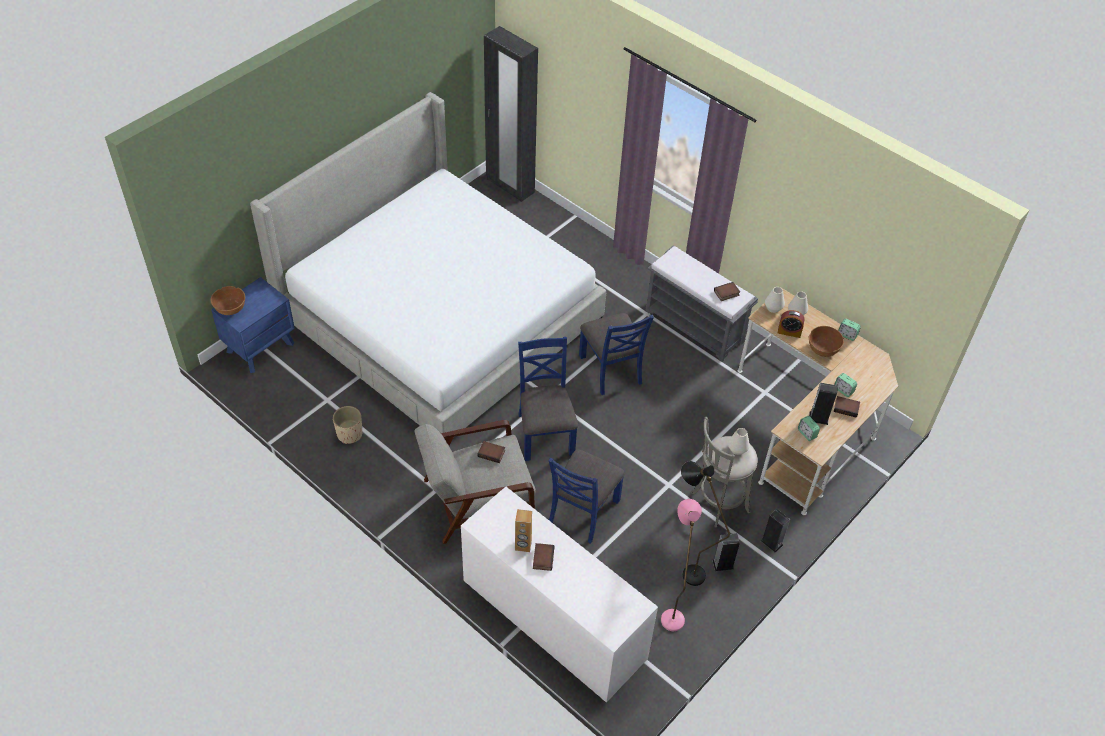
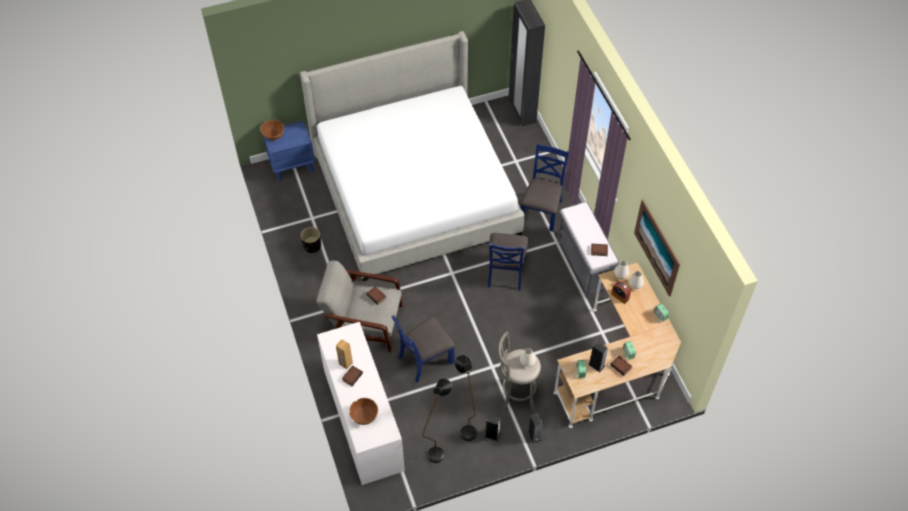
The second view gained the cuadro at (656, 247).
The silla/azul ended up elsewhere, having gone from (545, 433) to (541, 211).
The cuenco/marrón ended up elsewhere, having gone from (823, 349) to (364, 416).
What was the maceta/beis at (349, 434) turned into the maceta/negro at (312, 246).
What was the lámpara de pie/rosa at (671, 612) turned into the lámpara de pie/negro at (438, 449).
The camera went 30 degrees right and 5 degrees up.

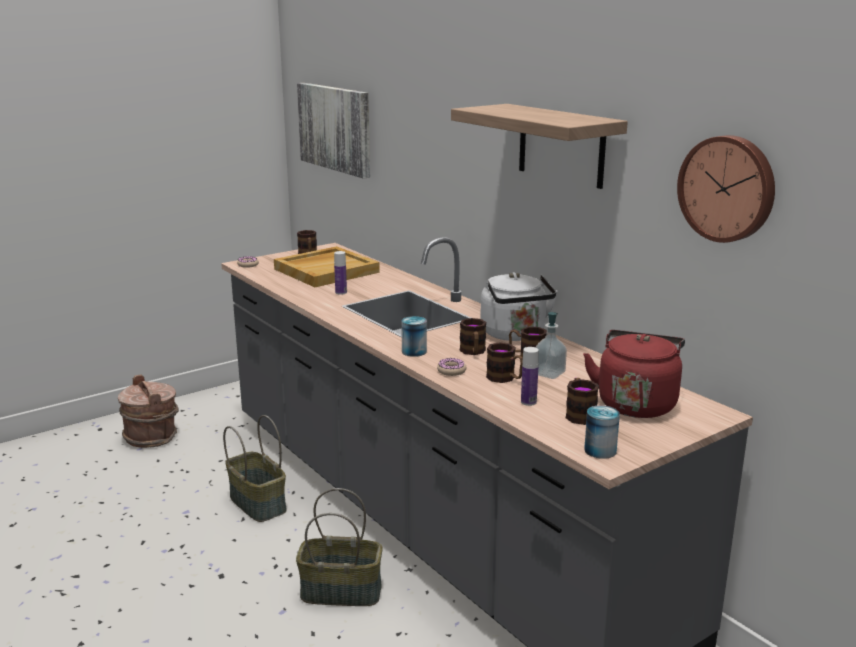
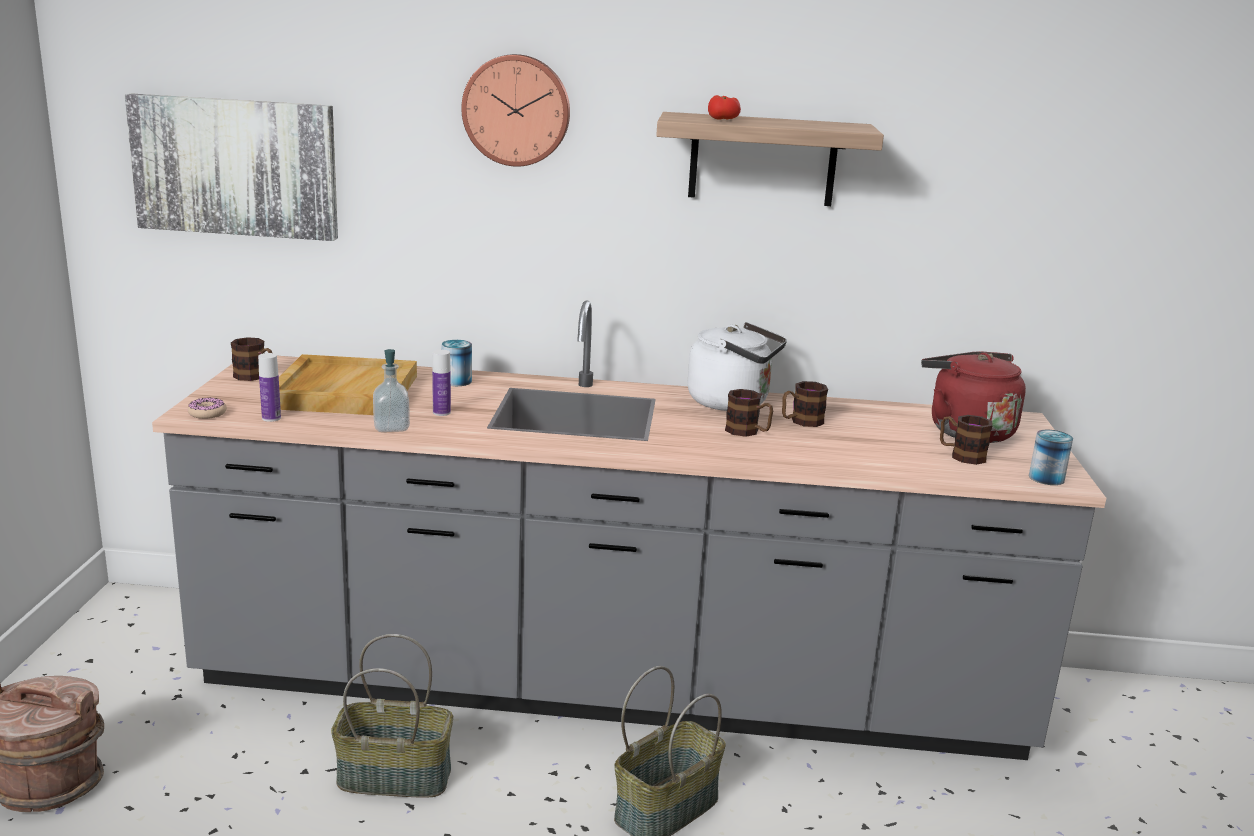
The second view lost the rosquilla at (451, 371).
The second view lost the taza grande at (505, 379).
The second view gained the tomate at (723, 119).
The lata ended up elsewhere, having gone from (414, 351) to (457, 381).
The botella ended up elsewhere, having gone from (528, 402) to (271, 418).
The dispensador de jabón ended up elsewhere, having gone from (549, 373) to (391, 427).
The reloj de pared ended up elsewhere, having gone from (728, 188) to (517, 110).
The camera went 50 degrees left and 0 degrees up.

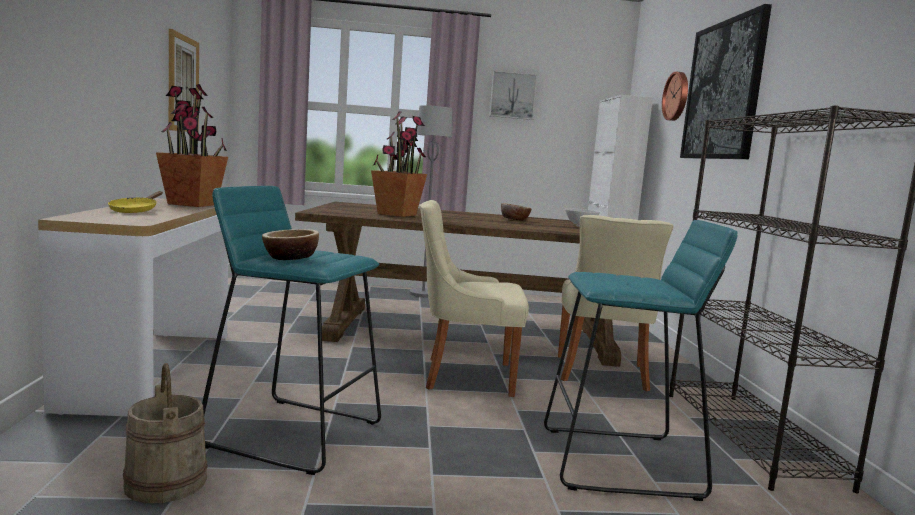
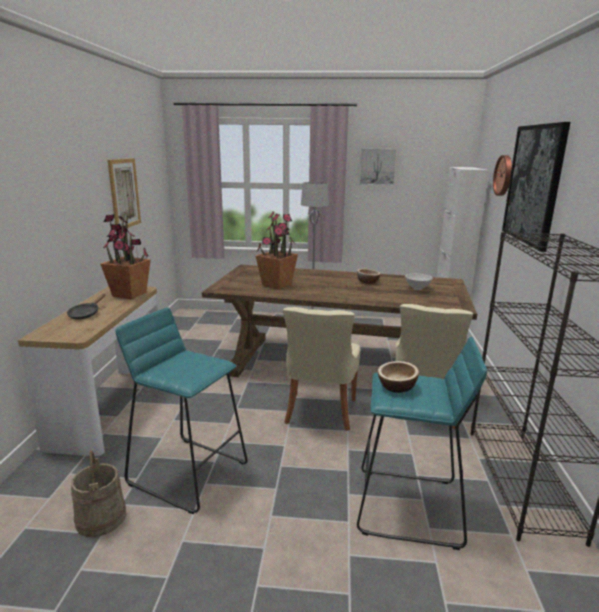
The cuenco ended up elsewhere, having gone from (290, 258) to (397, 386).
What was the sartén/amarillo at (135, 211) turned into the sartén/negro at (86, 314).
The silla/beis at (465, 376) ended up facing another way, 90 degrees counterclockwise from before.
The camera went 10 degrees right and 10 degrees up.

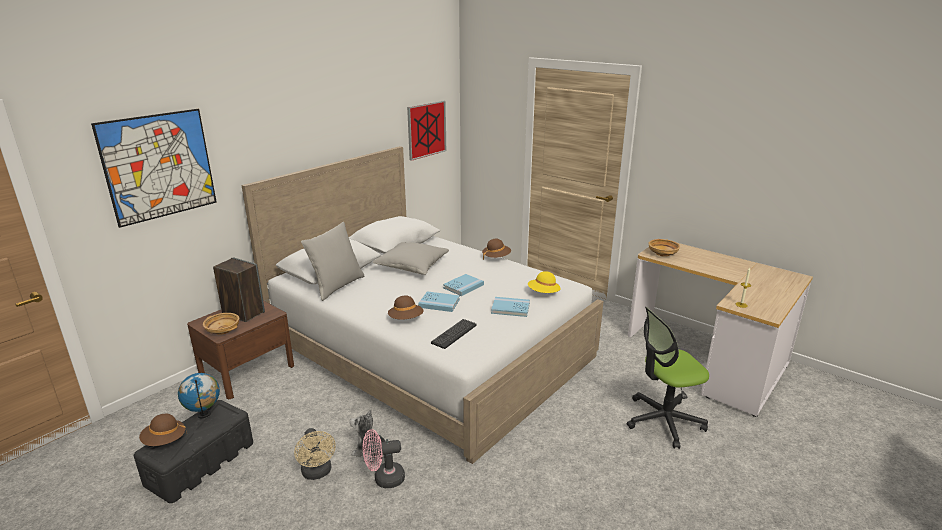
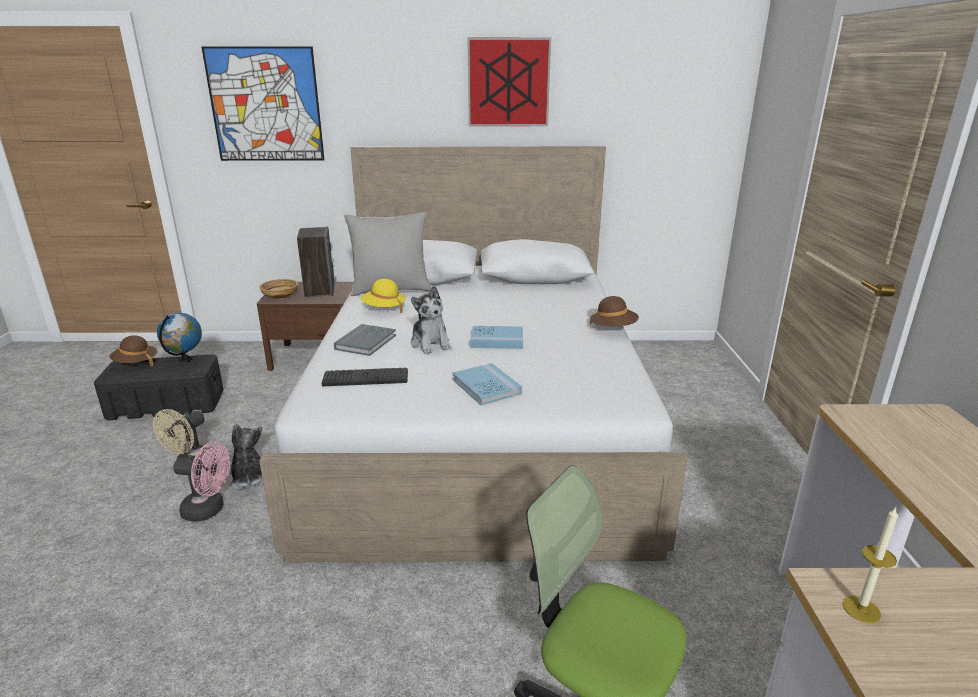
The second view lost the cojín/gris at (412, 266).
The second view lost the cuenco/beis at (663, 253).
The cuadro ended up elsewhere, having gone from (426, 129) to (508, 82).
The sombrero/amarillo ended up elsewhere, having gone from (543, 293) to (384, 309).
Where the sombrero/marrón stood at (406, 319), the libro/gris came to stand at (365, 342).
Where the libro/azul stood at (439, 303), the peluche came to stand at (430, 343).
The ventilador/rosa at (384, 479) ended up facing another way, 150 degrees clockwise from before.
The camera went 50 degrees right and 0 degrees up.

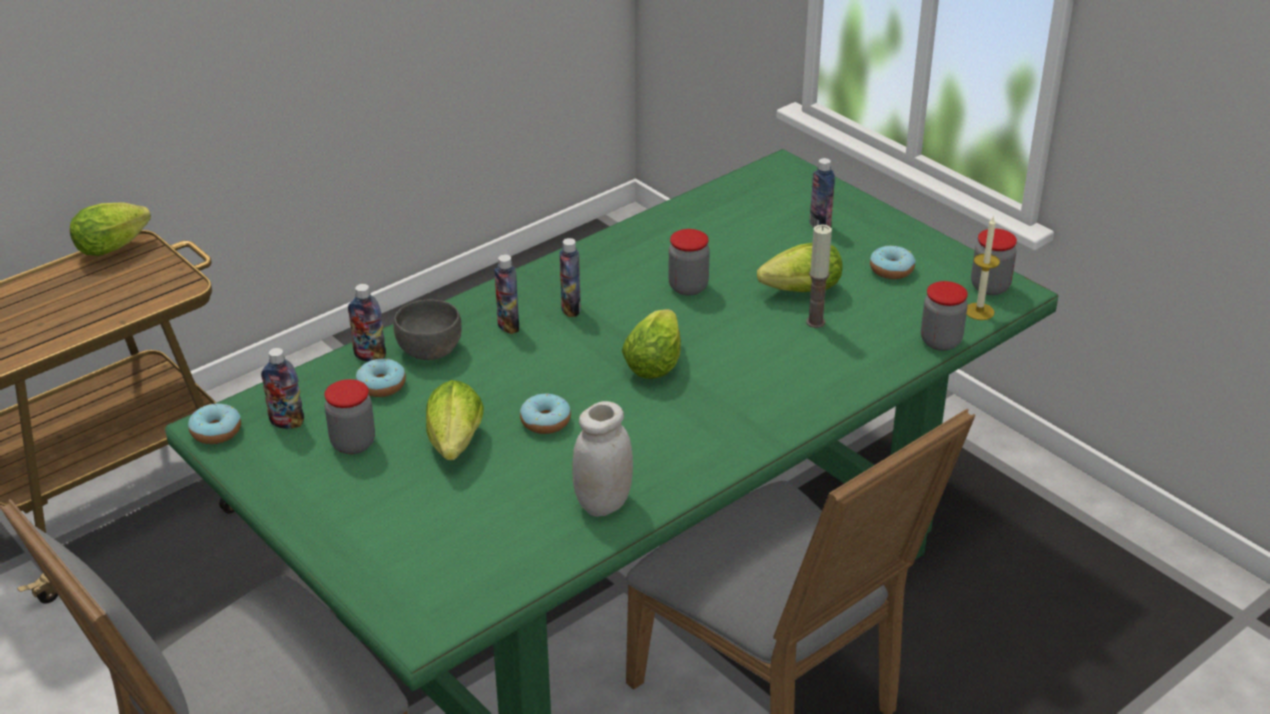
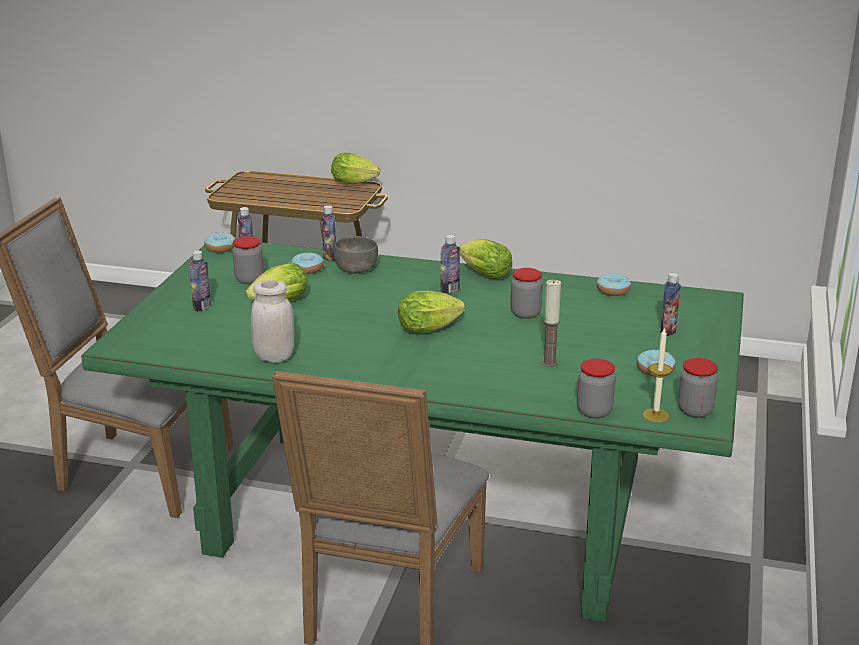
The botella ended up elsewhere, having gone from (508, 325) to (202, 307).
The rosquilla ended up elsewhere, having gone from (545, 421) to (613, 291).
The lechuga ended up elsewhere, having gone from (797, 292) to (482, 274).
The camera went 55 degrees right and 10 degrees down.

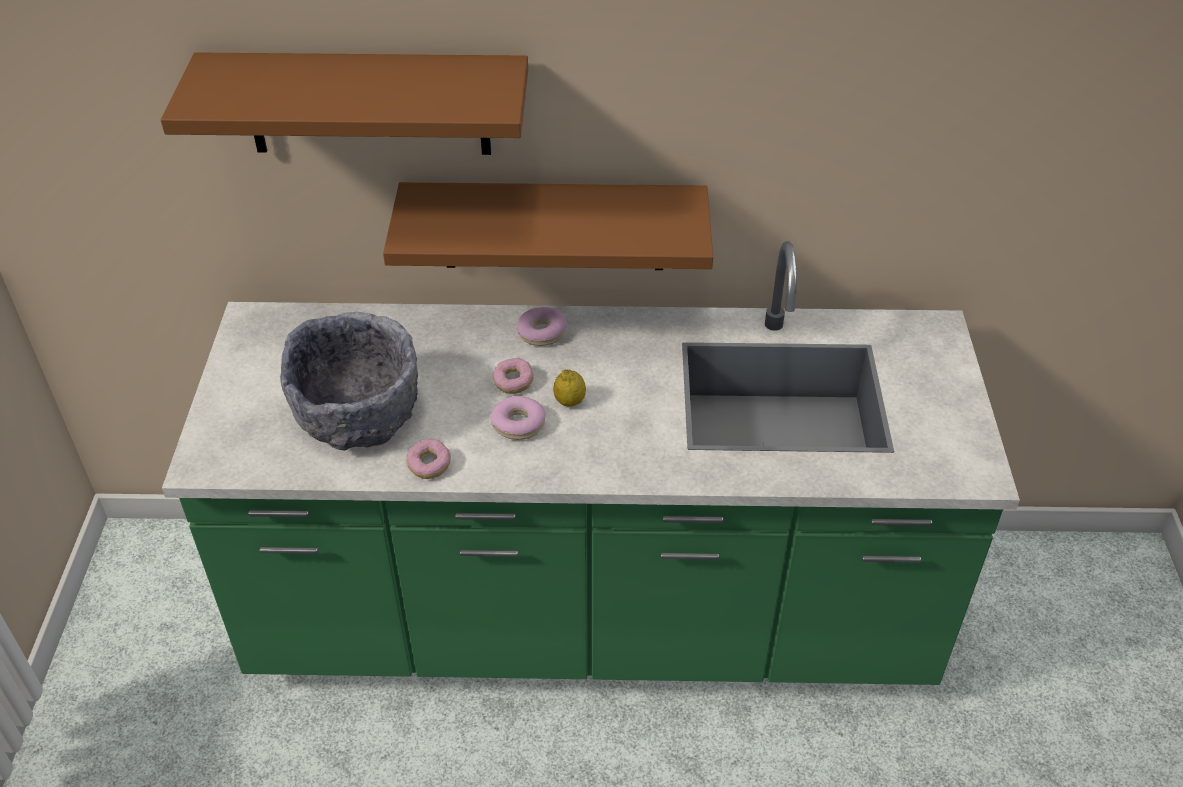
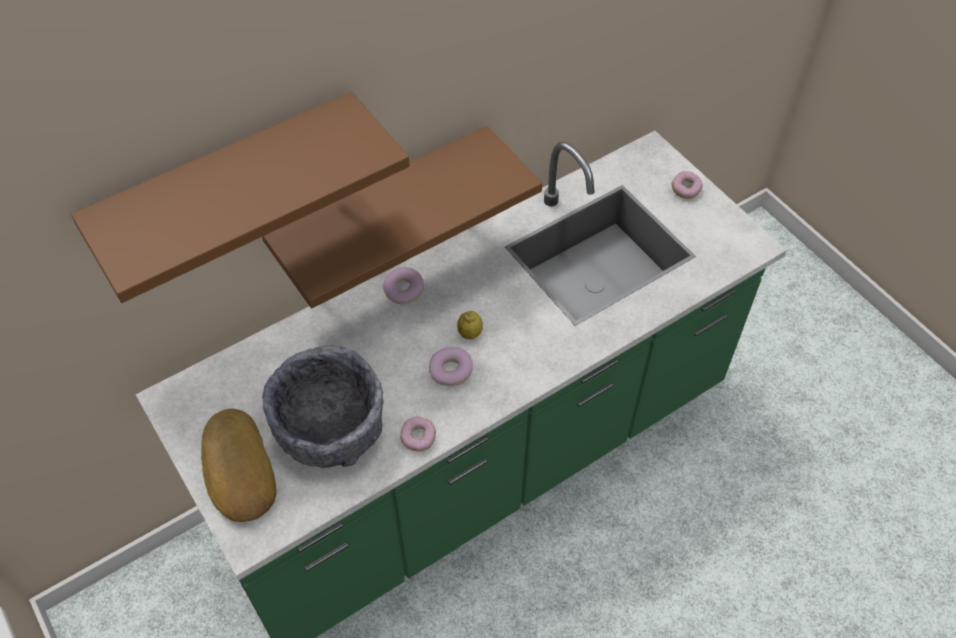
The second view gained the pan at (237, 471).
The rosquilla ended up elsewhere, having gone from (513, 382) to (685, 190).
The camera went 35 degrees left and 10 degrees up.

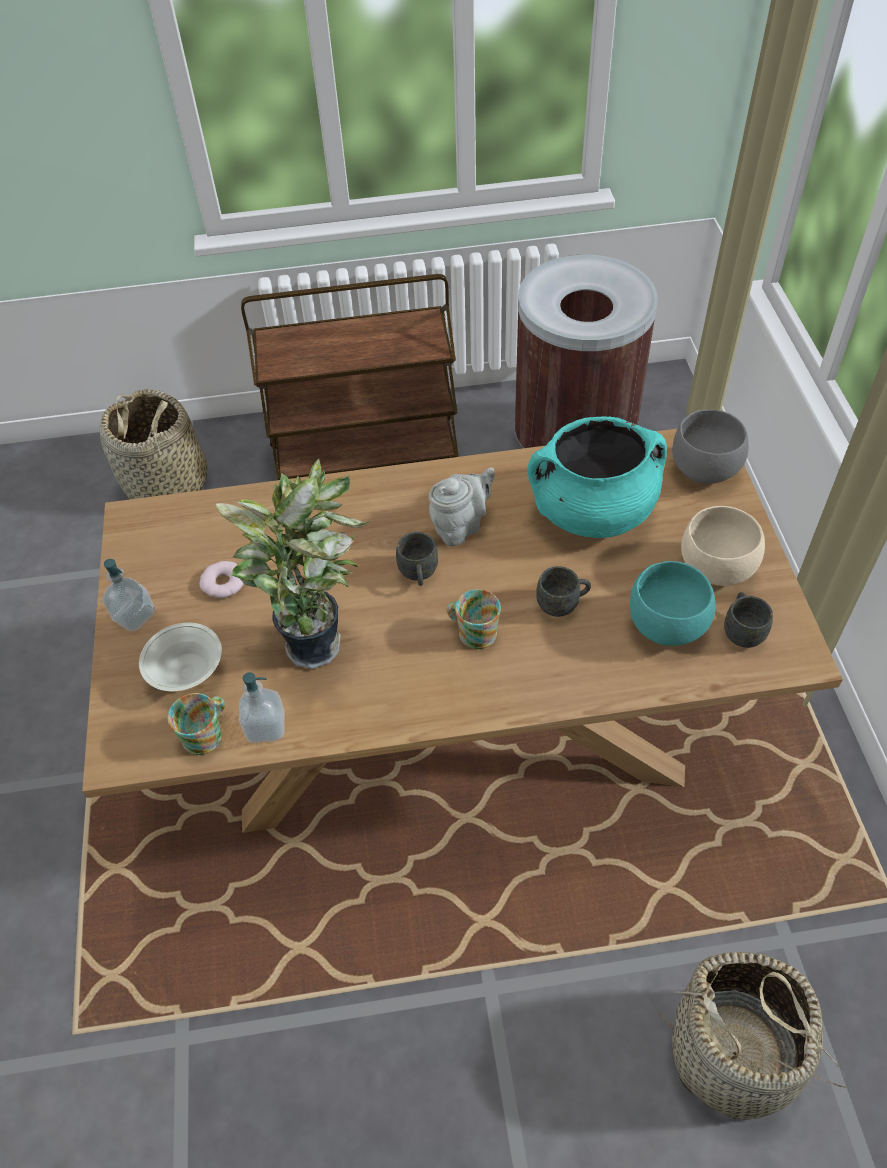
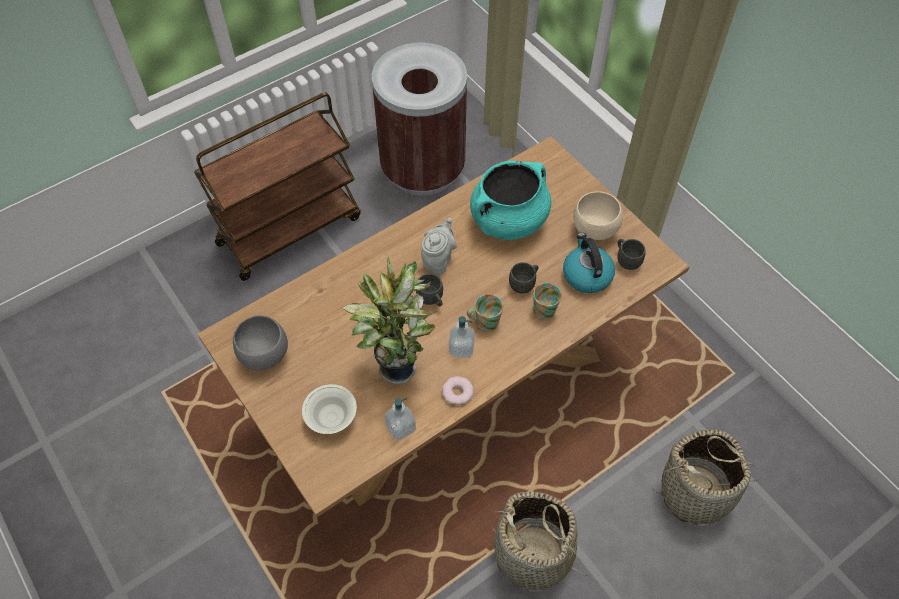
The cesta ended up elsewhere, having gone from (166, 484) to (533, 554).
The dispensador de jabón ended up elsewhere, having gone from (134, 616) to (461, 348).
The taza grande ended up elsewhere, having gone from (207, 733) to (545, 306).
The rosquilla ended up elsewhere, having gone from (223, 583) to (457, 392).
The cuenco/gris ended up elsewhere, having gone from (702, 471) to (263, 356).
Where the cuenco/turquesa stood at (665, 627), the hervidor came to stand at (586, 275).
The camera went 30 degrees left and 5 degrees up.

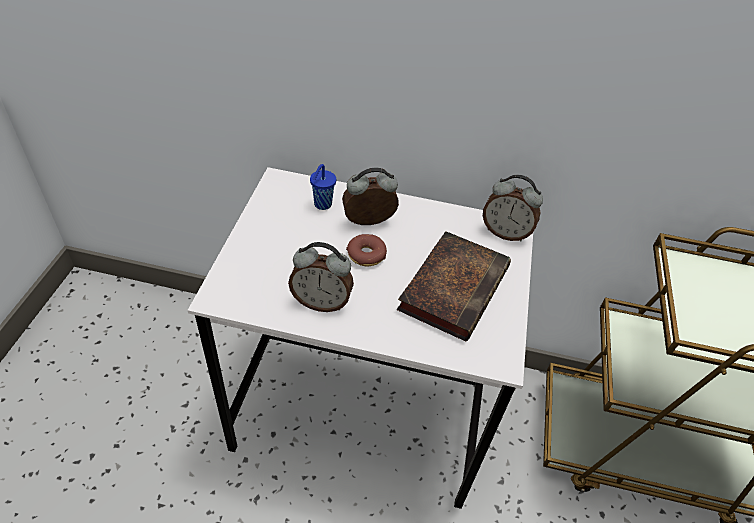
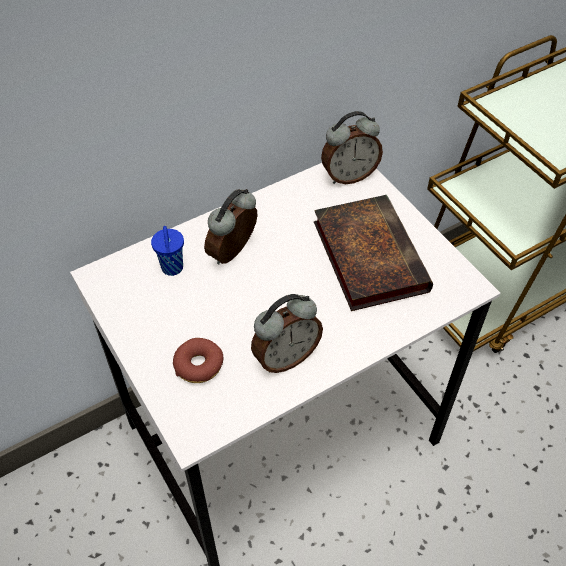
The rosquilla ended up elsewhere, having gone from (366, 255) to (198, 365).
The camera went 40 degrees left and 5 degrees up.

